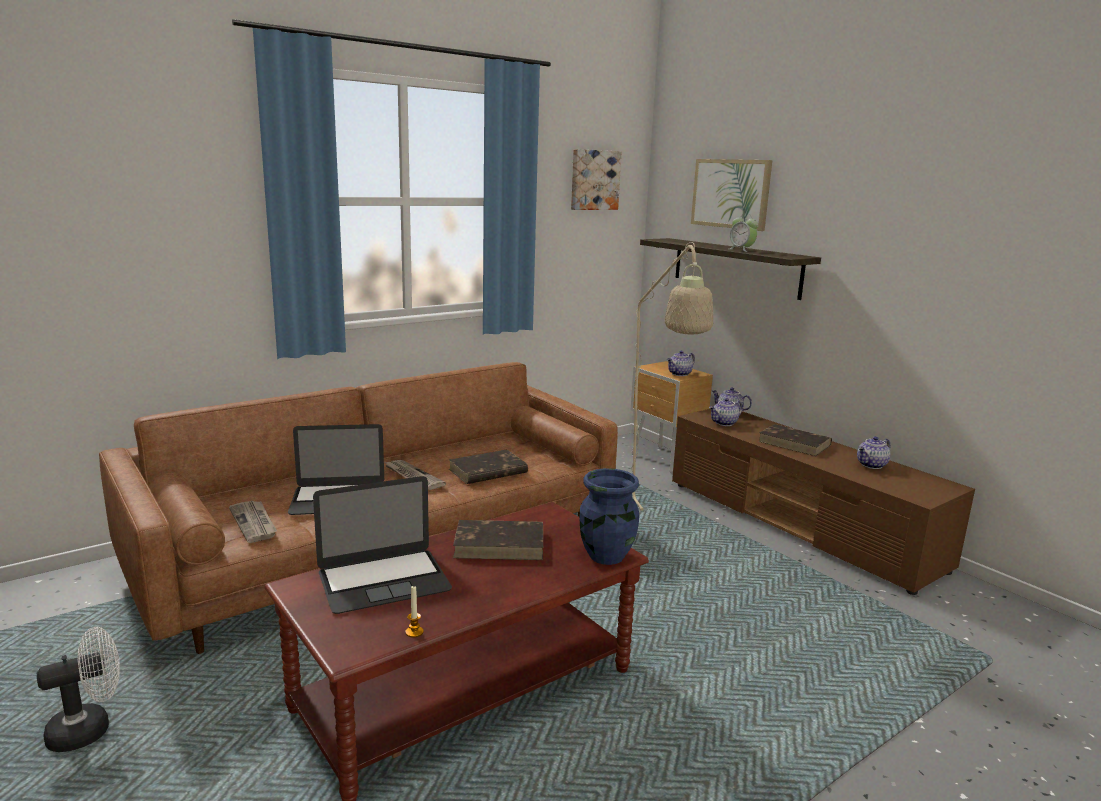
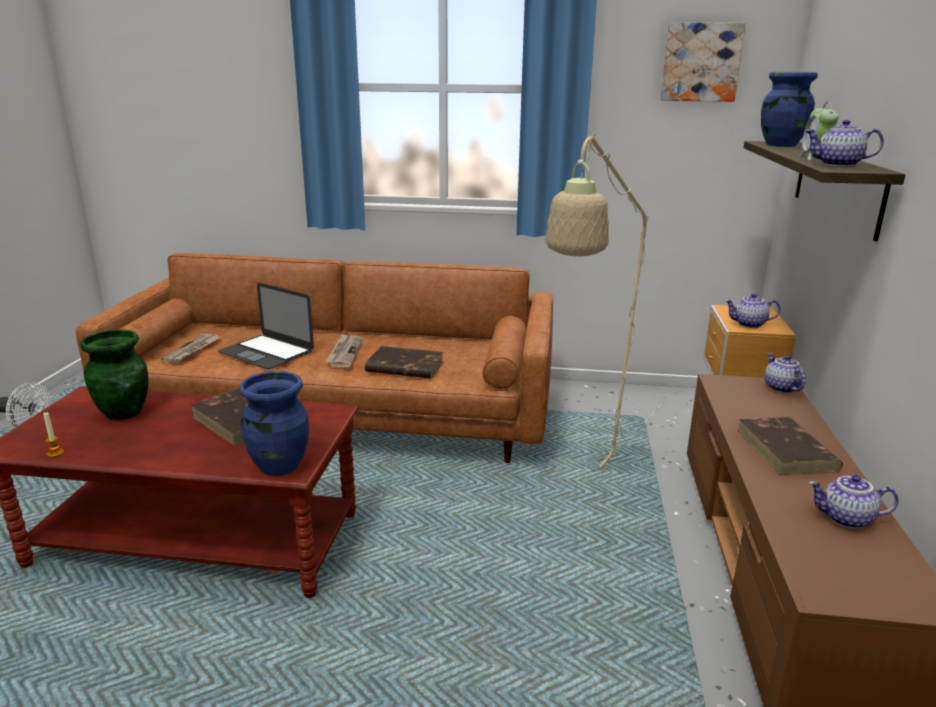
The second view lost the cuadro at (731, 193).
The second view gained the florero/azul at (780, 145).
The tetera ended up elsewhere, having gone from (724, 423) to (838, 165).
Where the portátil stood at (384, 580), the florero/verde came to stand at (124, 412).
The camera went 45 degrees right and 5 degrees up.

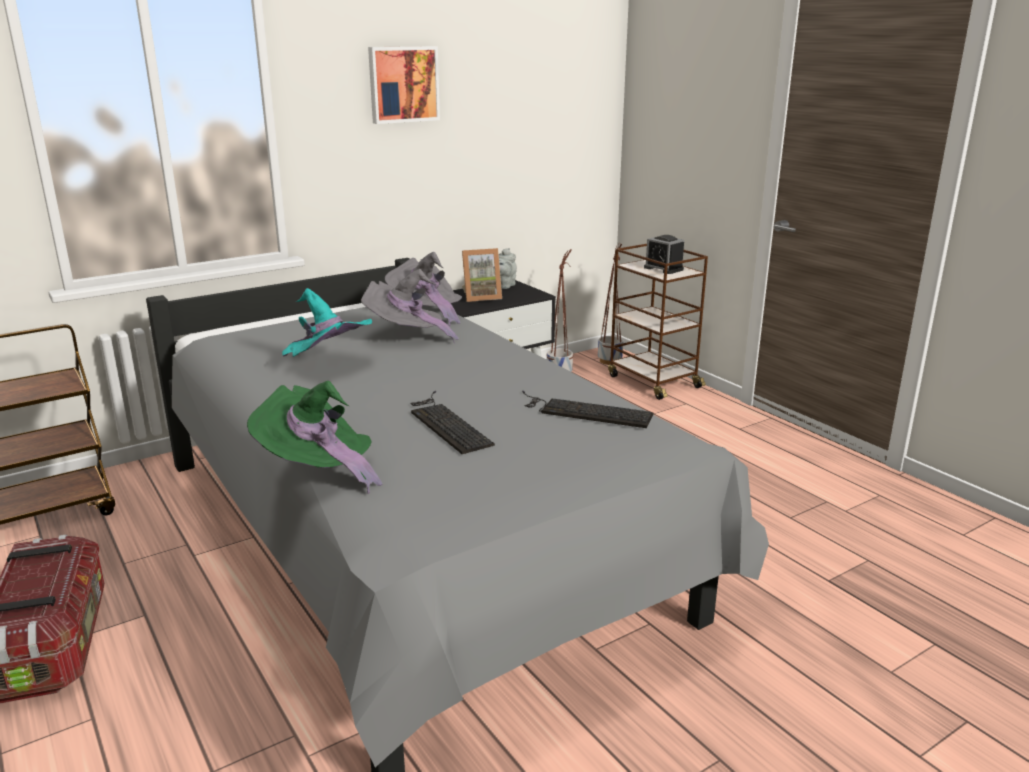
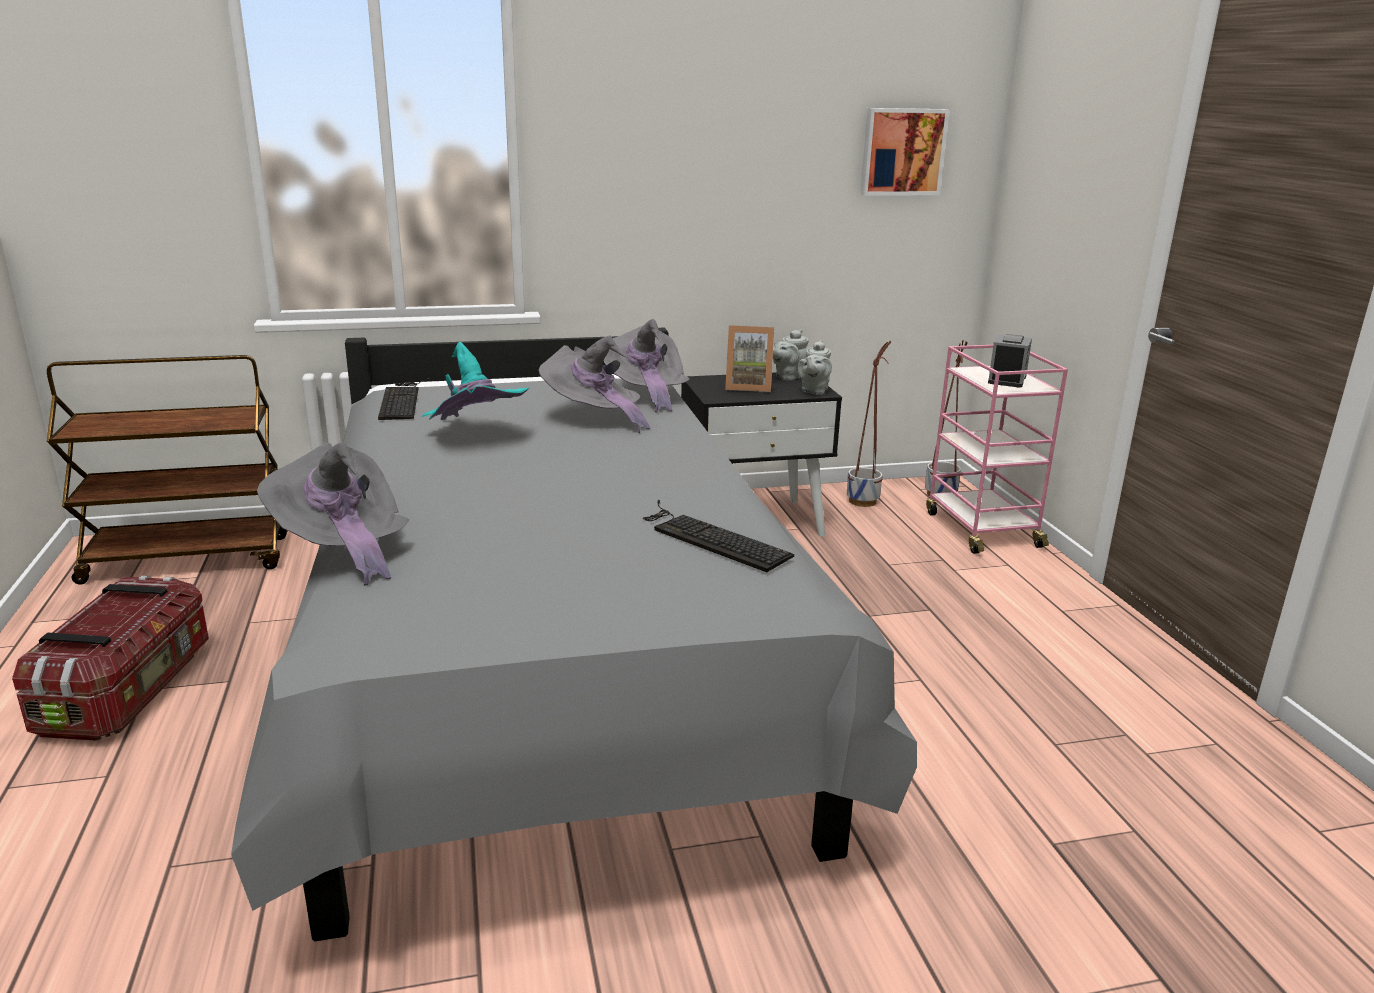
The second view gained the tetera/gris at (813, 391).
The cuadro ended up elsewhere, having gone from (403, 84) to (902, 152).
The teclado ended up elsewhere, having gone from (446, 423) to (402, 400).
What was the sombrero/verde at (317, 470) turned into the sombrero/gris at (342, 549).
What was the carrito/marrón at (652, 381) turned into the carrito/rosa at (981, 529).
The despertador at (663, 268) ended up facing another way, 135 degrees counterclockwise from before.
The camera went 20 degrees right and 0 degrees up.

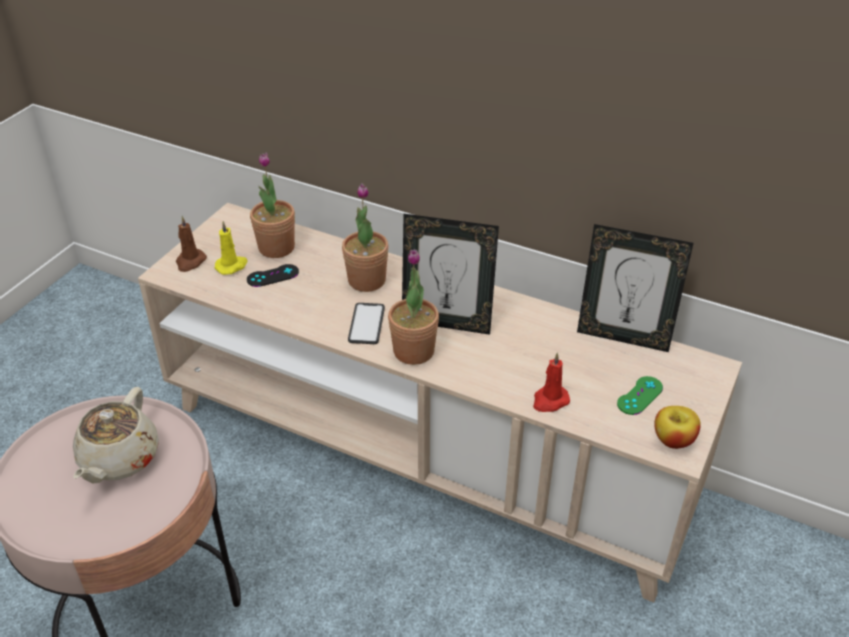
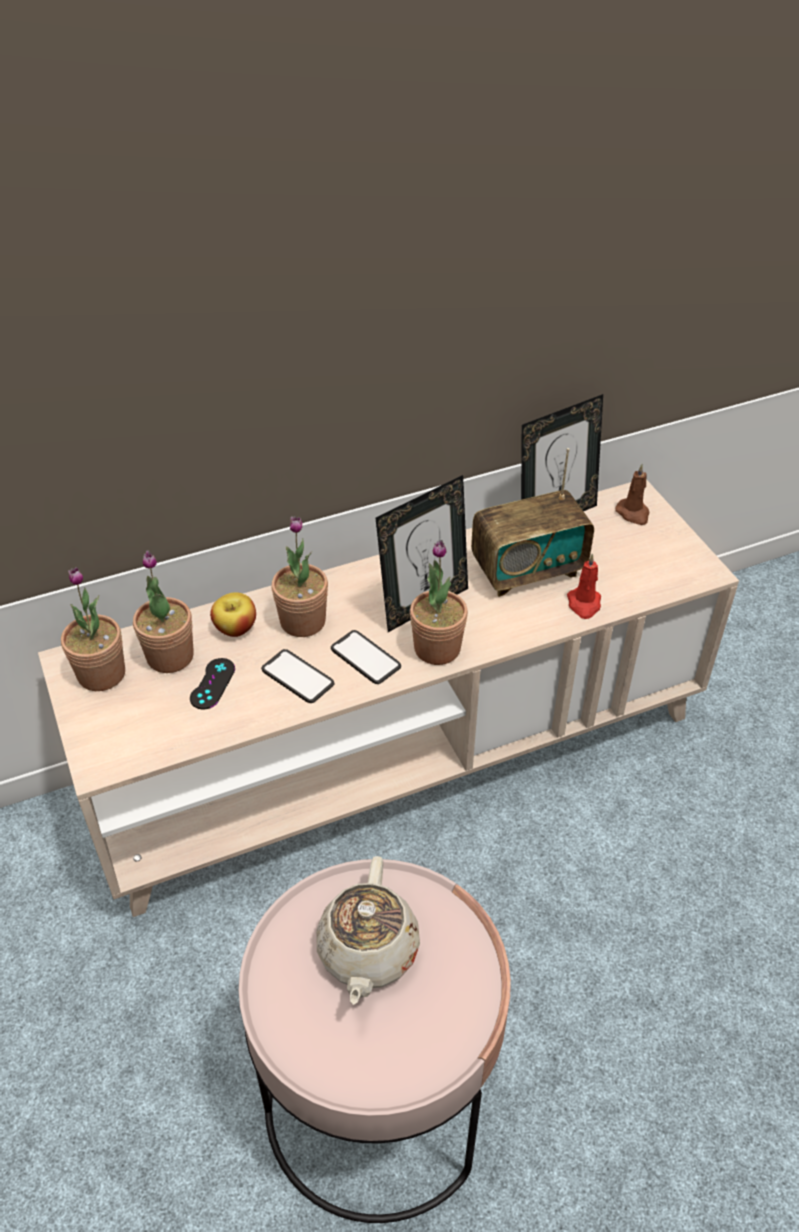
The second view lost the vela/amarillo at (232, 266).
The second view lost the mando de consola/verde at (640, 396).
The second view gained the planta en maceta at (101, 674).
The second view gained the móvil at (297, 677).
The second view gained the radio at (527, 570).
The vela/marrón ended up elsewhere, having gone from (190, 262) to (633, 513).
The manzana ended up elsewhere, having gone from (673, 440) to (236, 628).
The tetera/beis at (119, 459) ended up facing another way, 45 degrees clockwise from before.
The camera went 50 degrees left and 5 degrees up.

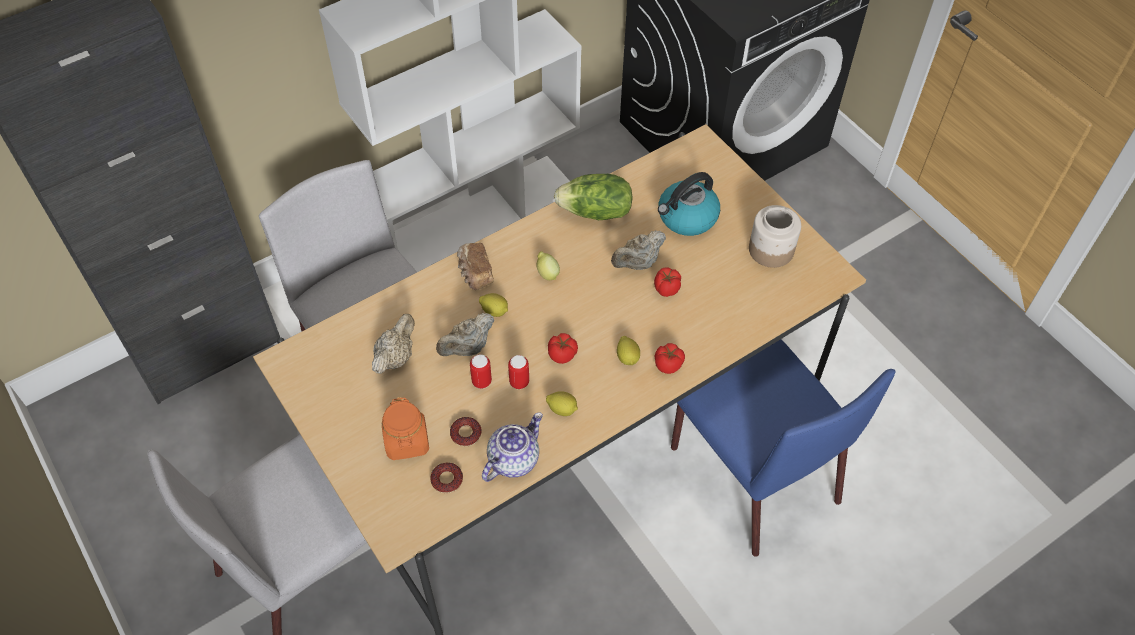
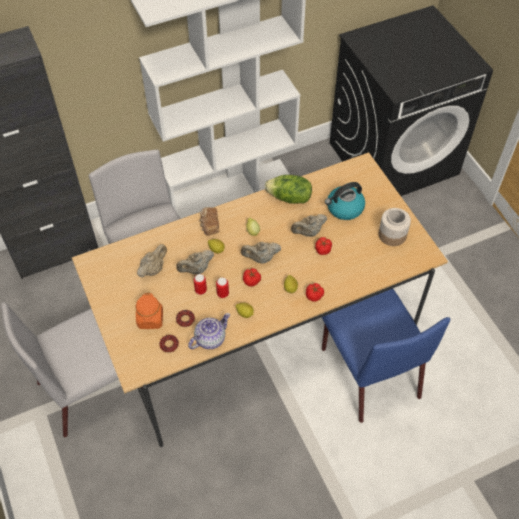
The second view gained the tetera/beis at (261, 258).
The camera went 10 degrees right and 0 degrees up.

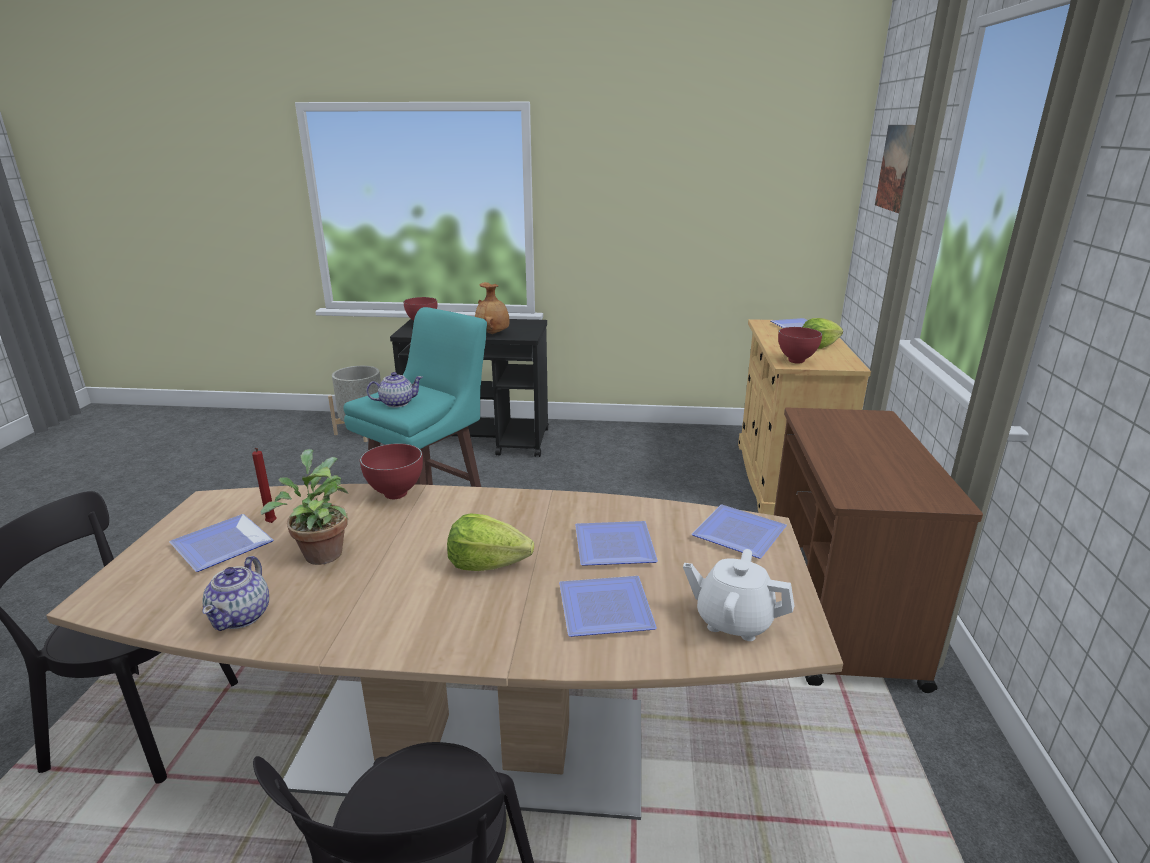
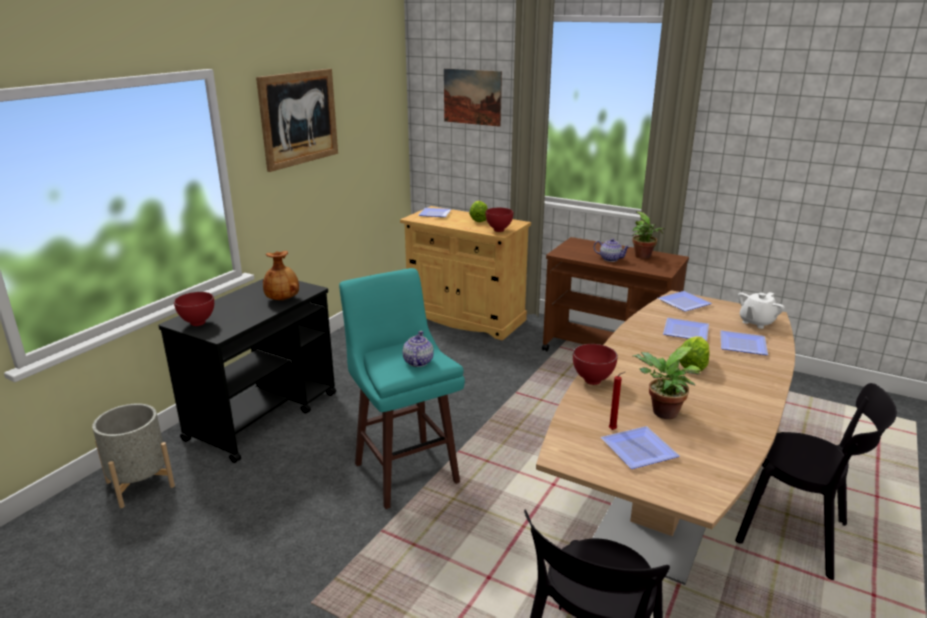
The second view gained the cuadro at (299, 118).
The second view gained the planta en maceta at (644, 256).
The tetera ended up elsewhere, having gone from (242, 615) to (610, 259).
The camera went 65 degrees left and 0 degrees up.

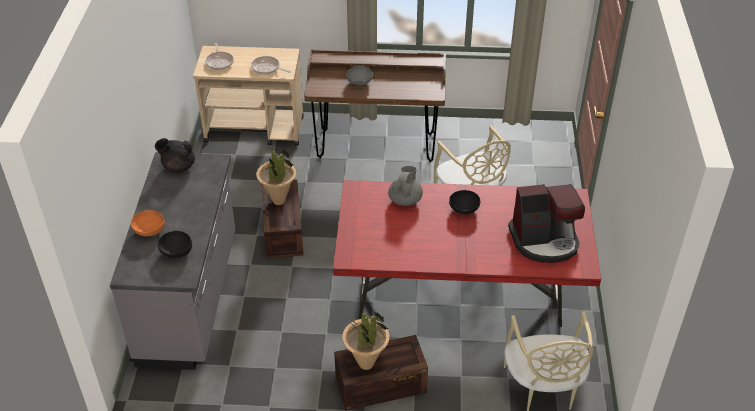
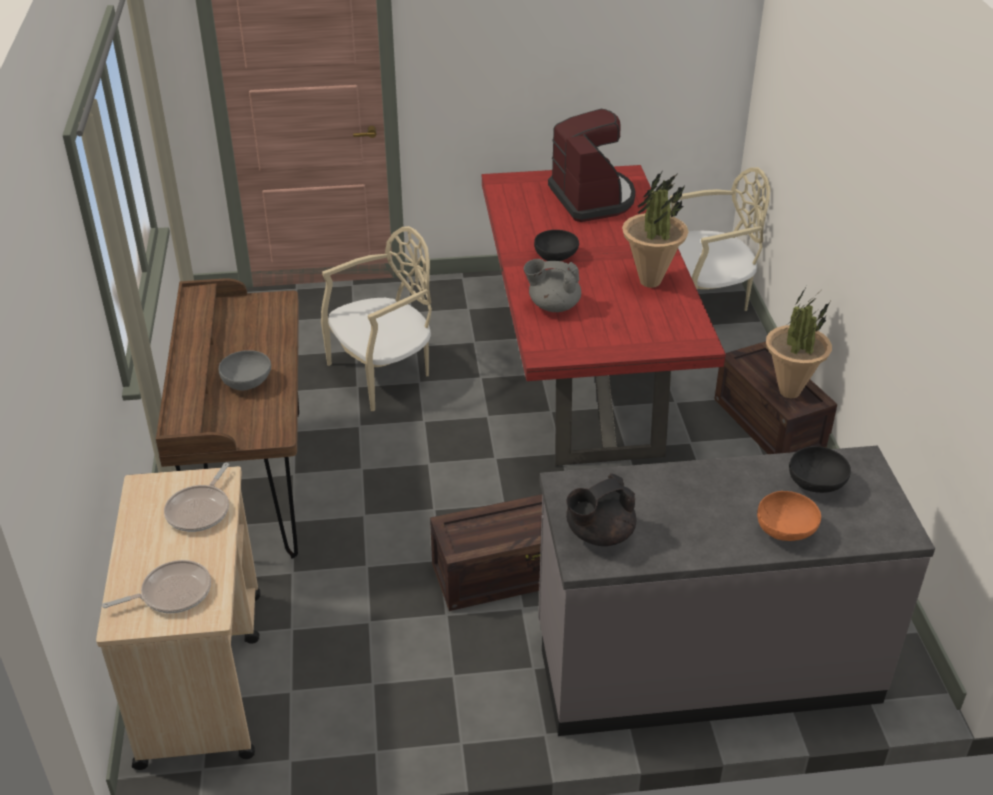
The planta en maceta ended up elsewhere, having gone from (279, 200) to (650, 281).
The tetera/negro at (178, 166) ended up facing another way, 60 degrees clockwise from before.
The camera went 100 degrees left and 5 degrees down.

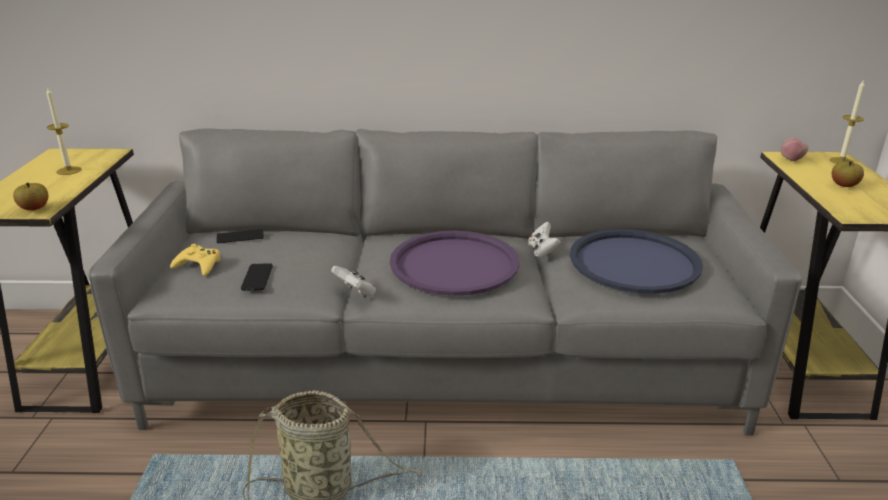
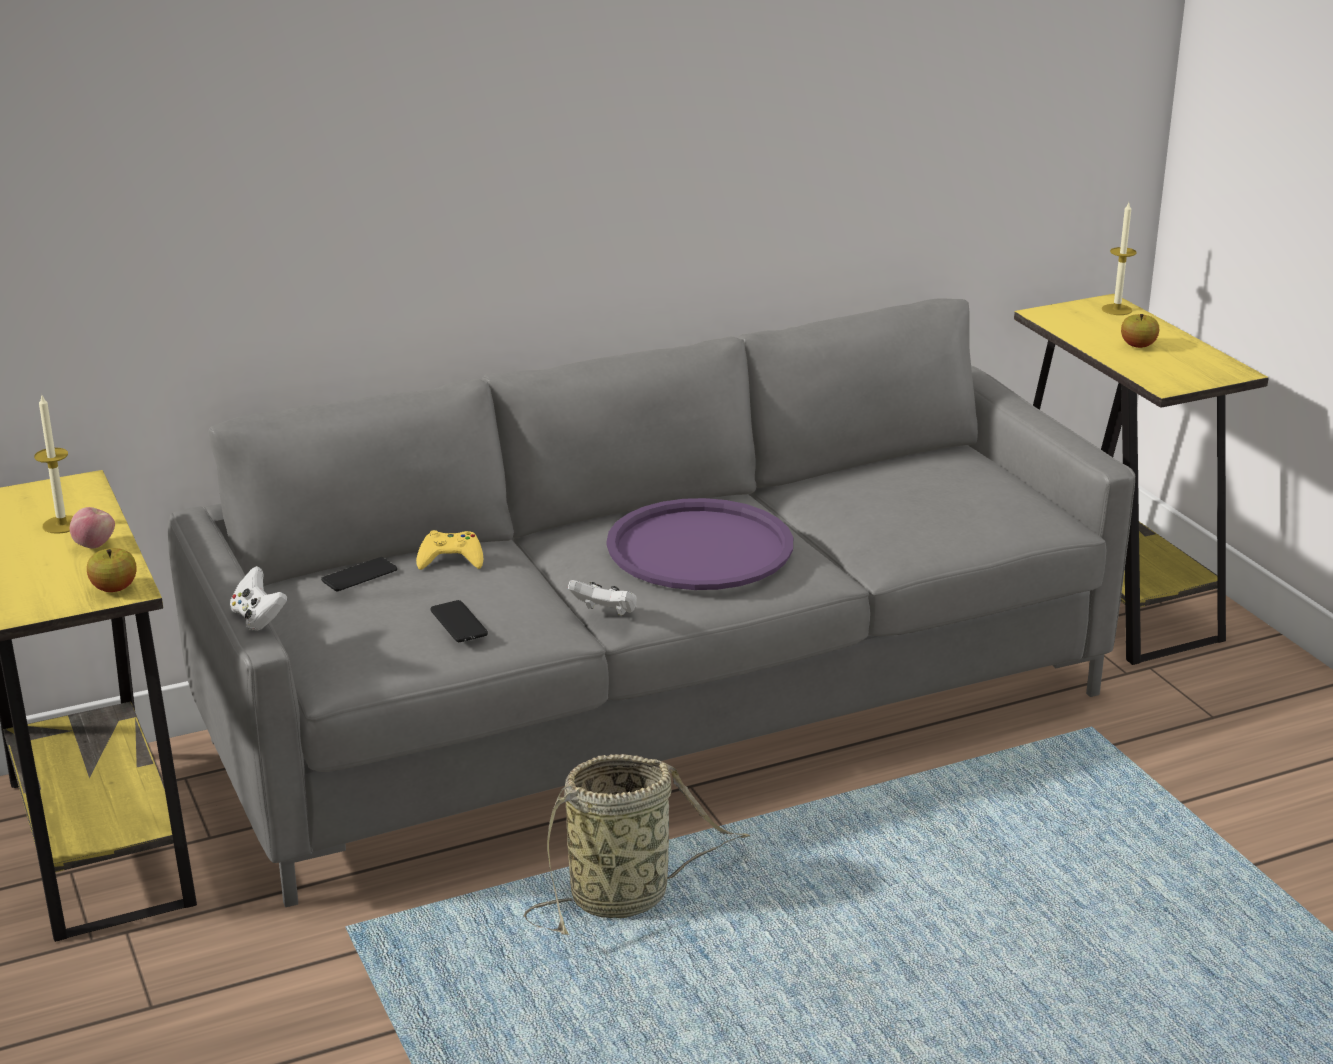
The second view lost the bandeja/azul at (634, 262).
The mando de consola/amarillo ended up elsewhere, having gone from (198, 265) to (451, 558).
The mando de consola/blanco ended up elsewhere, having gone from (542, 251) to (258, 618).
The manzana ended up elsewhere, having gone from (791, 160) to (95, 545).
The camera went 25 degrees left and 0 degrees up.

